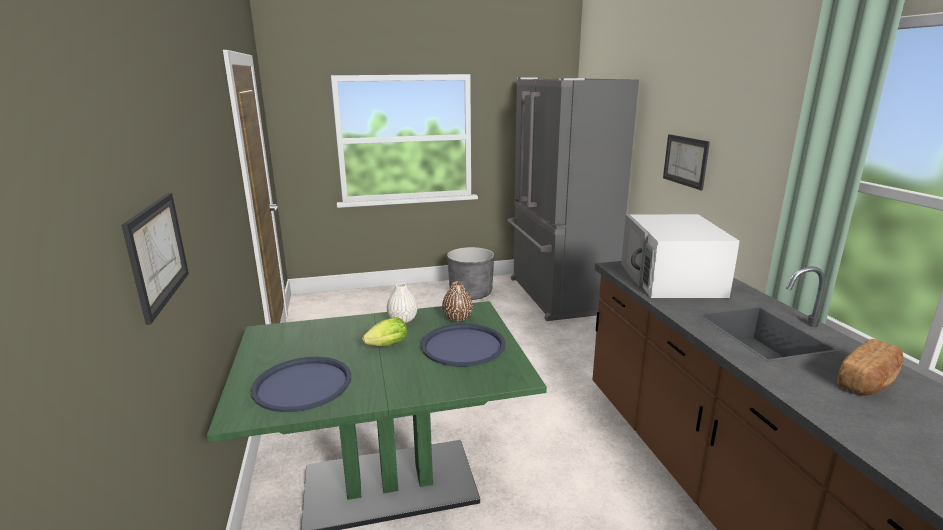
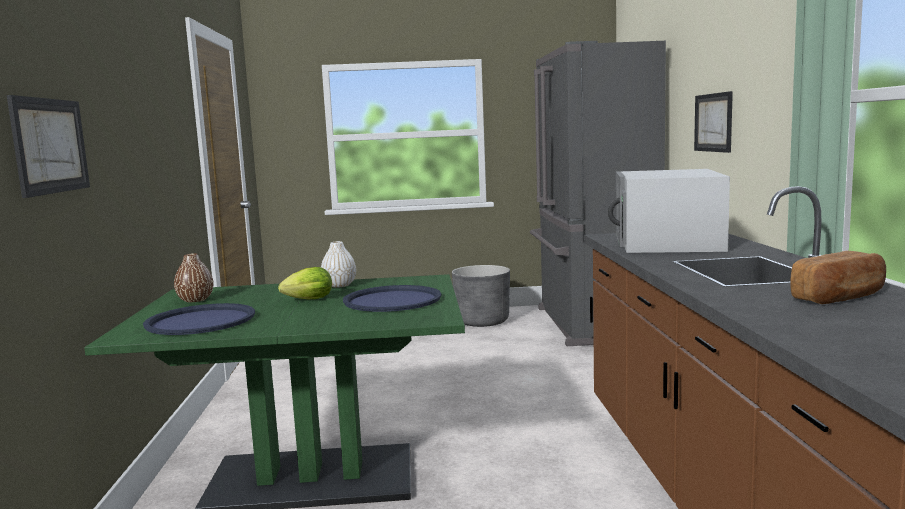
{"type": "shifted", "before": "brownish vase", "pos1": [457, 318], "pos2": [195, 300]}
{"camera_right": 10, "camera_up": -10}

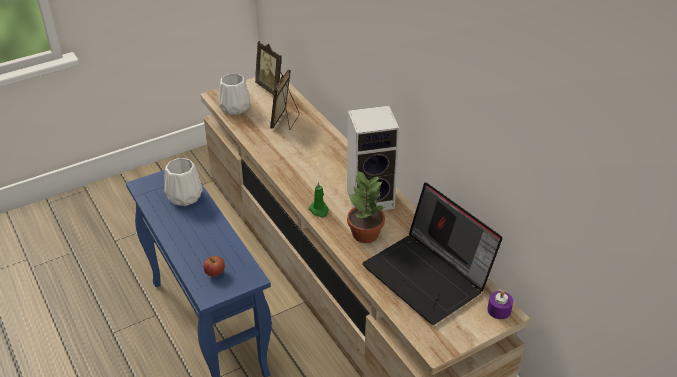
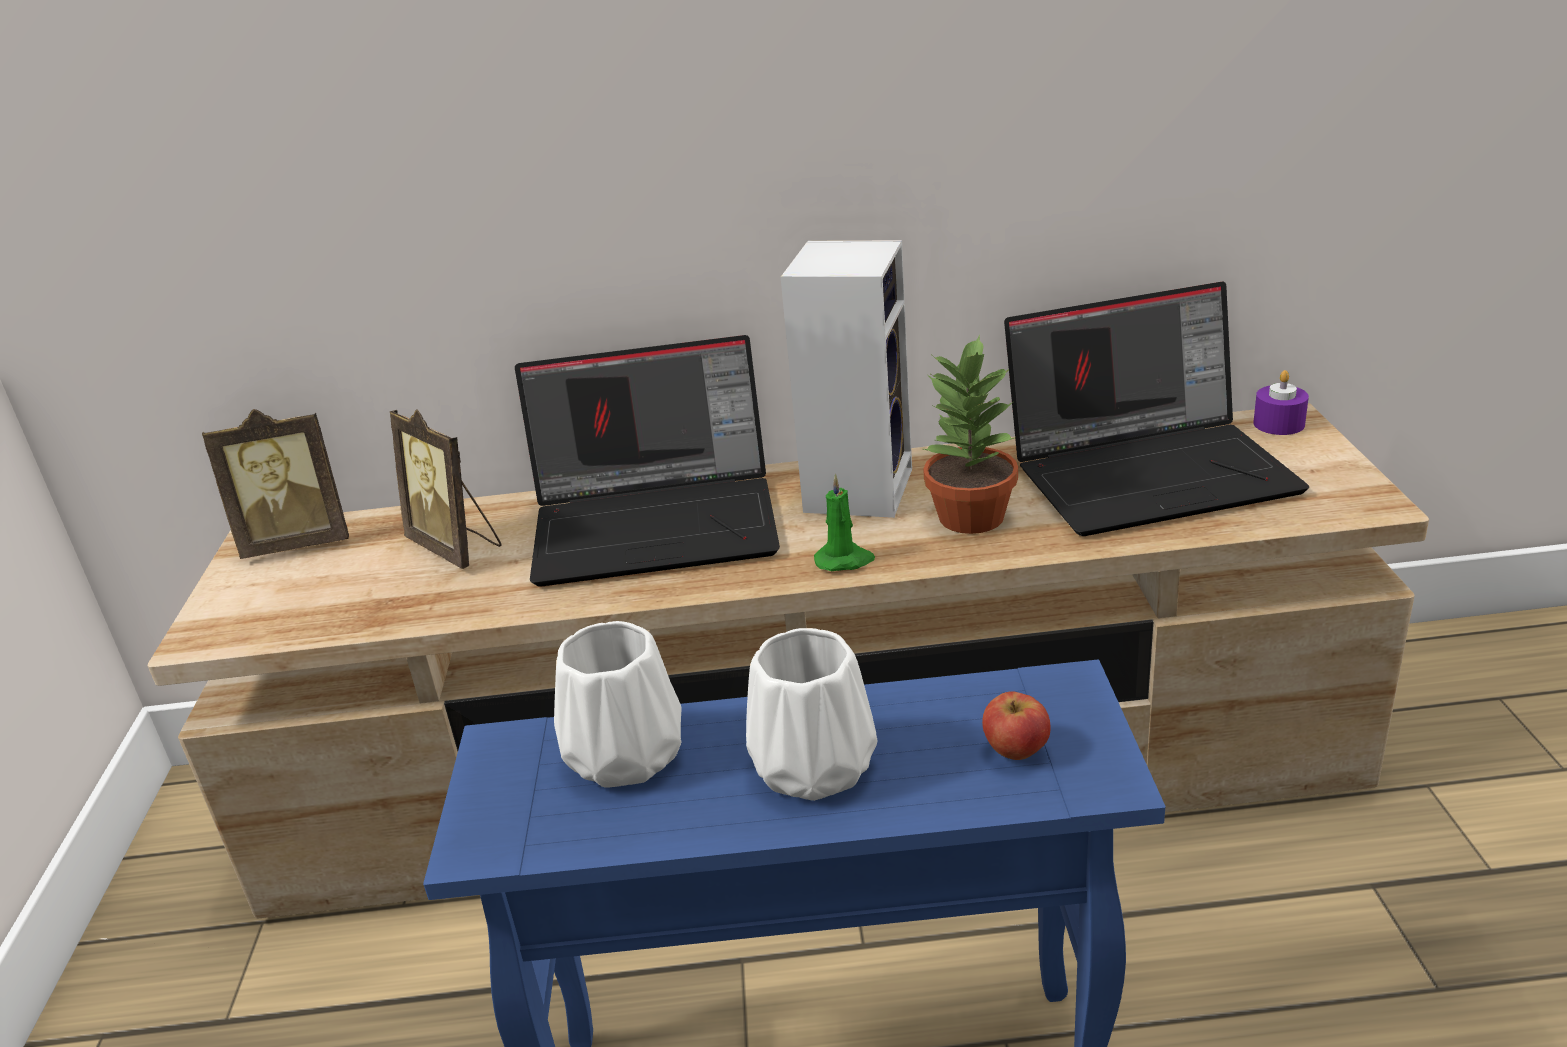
{"type": "new", "after": "laptop", "pos2": [659, 523]}
{"type": "shifted", "before": "whitish vase", "pos1": [235, 107], "pos2": [810, 766]}
{"camera_right": -60, "camera_up": -10}

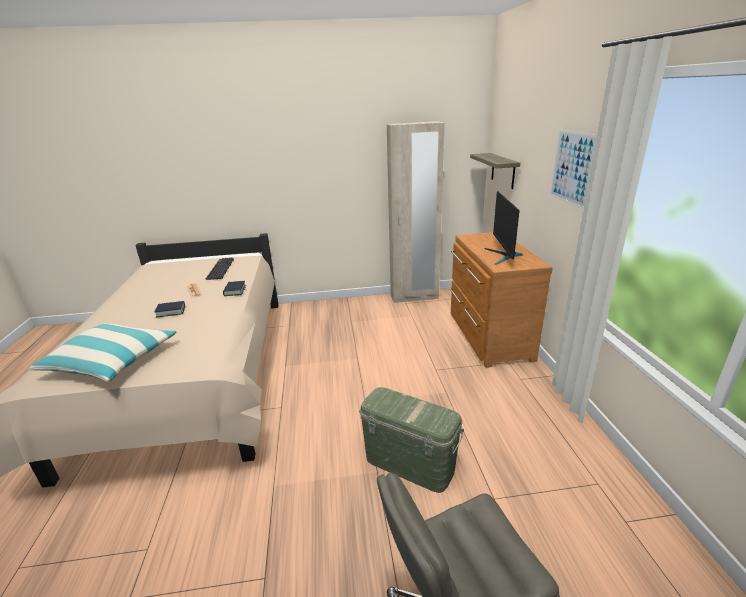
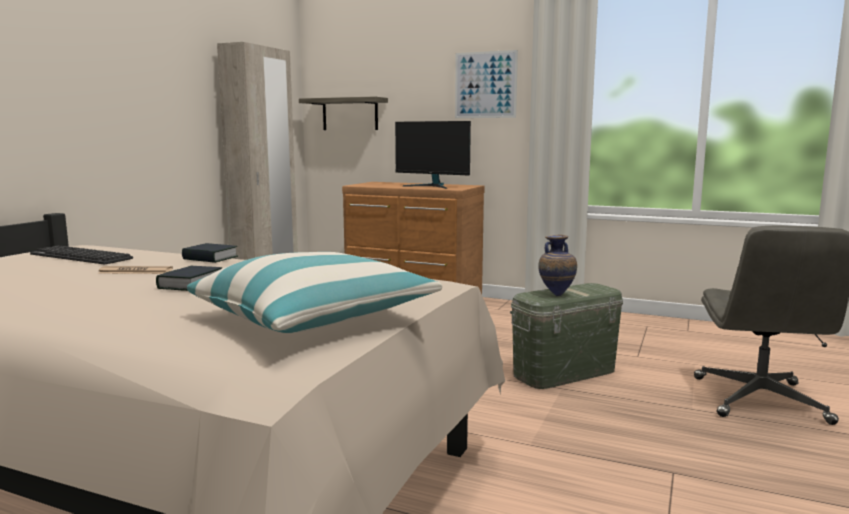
{"type": "new", "after": "vase", "pos2": [556, 295]}
{"camera_right": -60, "camera_up": -15}

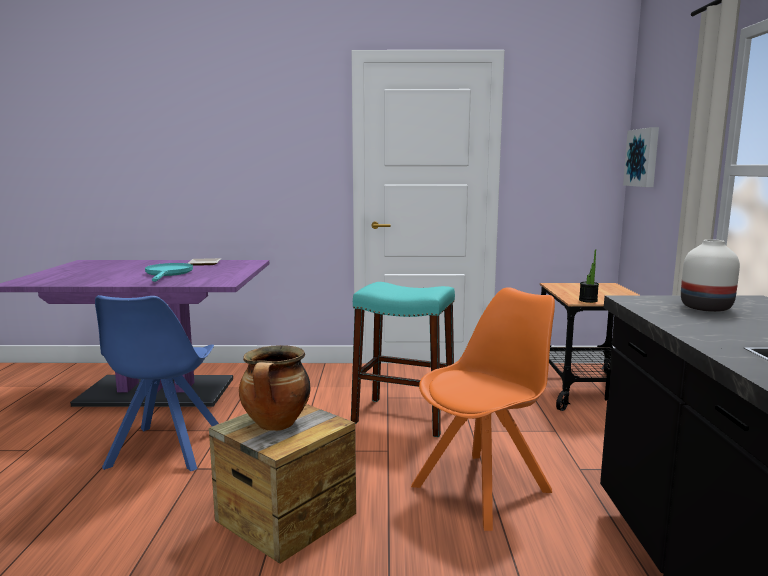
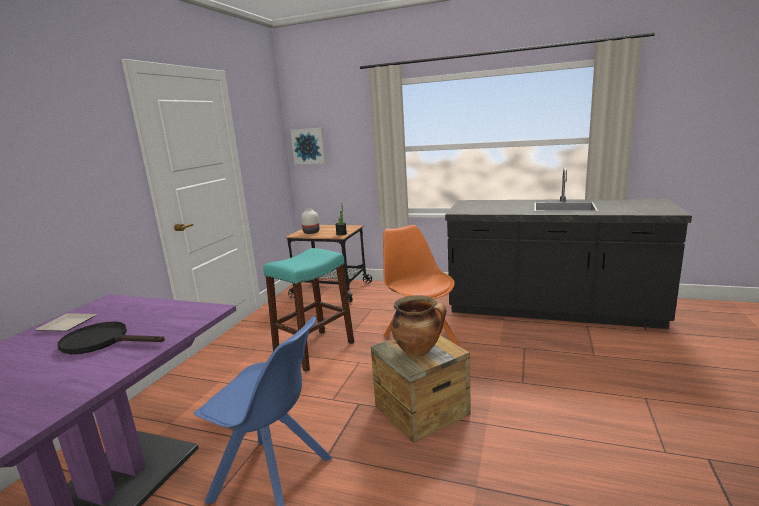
{"type": "repainted", "before": "blue-green skillet", "after": "blackish skillet", "pos1": [168, 274], "pos2": [103, 341]}
{"type": "shifted", "before": "whitish vase", "pos1": [707, 308], "pos2": [311, 232]}
{"camera_right": -70, "camera_up": 5}

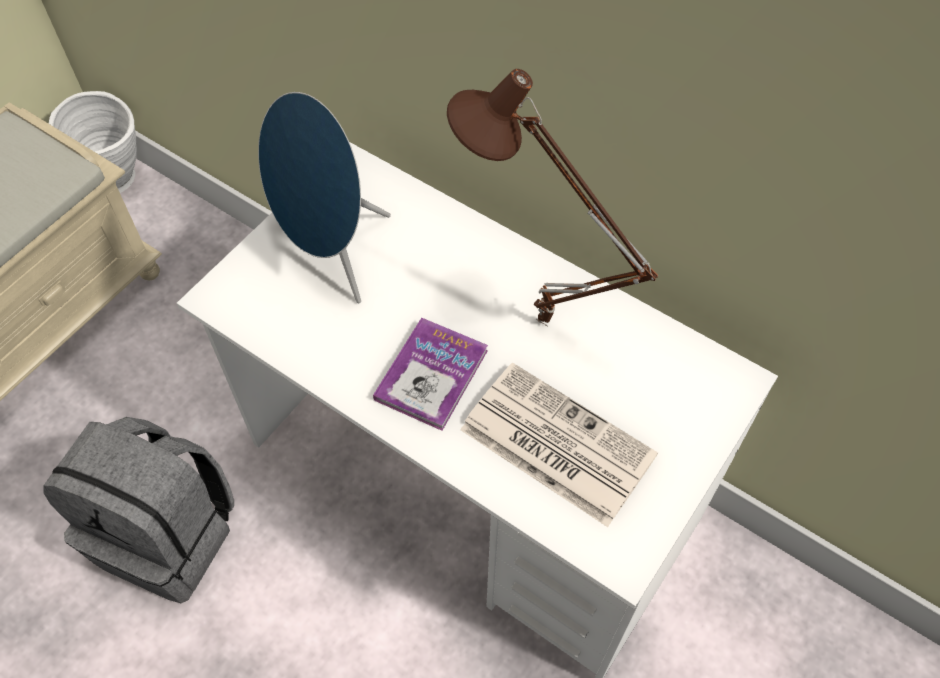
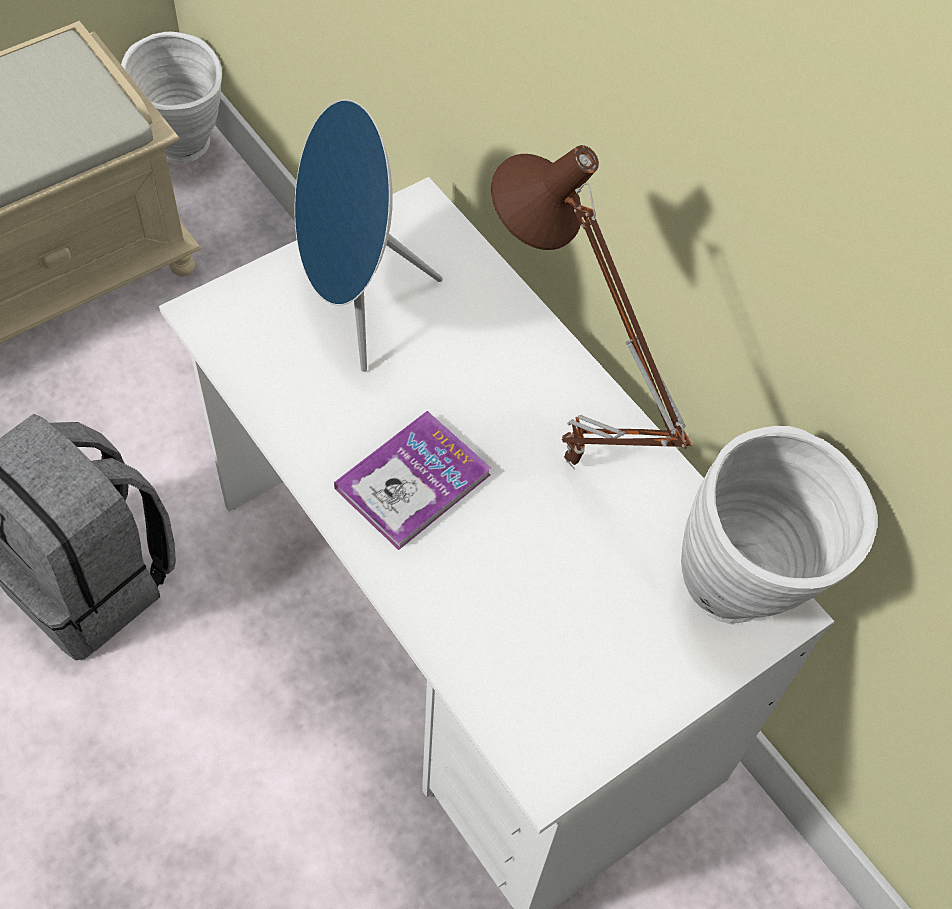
{"type": "new", "after": "whitish vase", "pos2": [746, 594]}
{"type": "gone", "before": "printed paper", "pos1": [554, 442]}
{"camera_right": 15, "camera_up": 0}

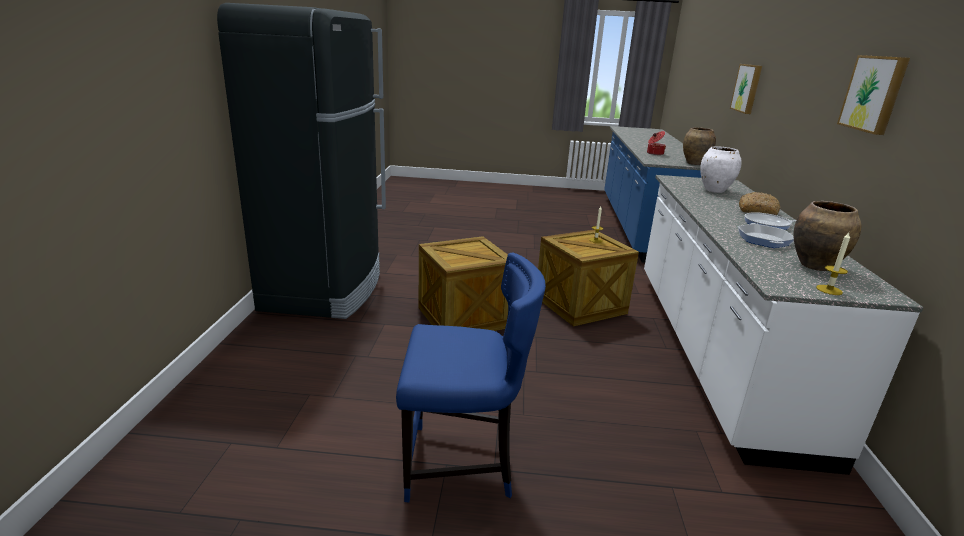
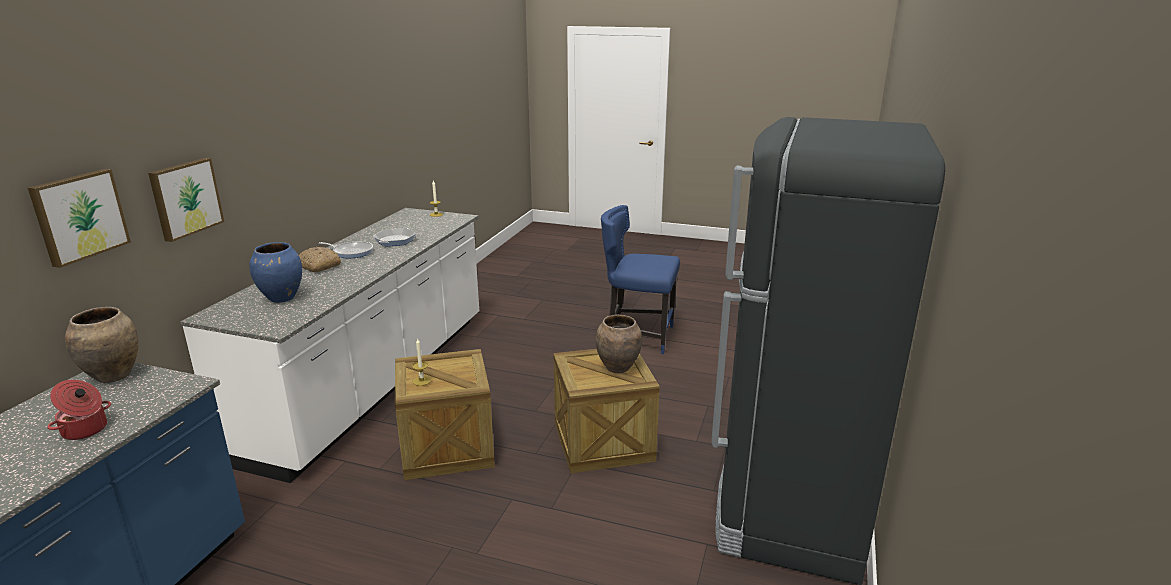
{"type": "shifted", "before": "wall picture", "pos1": [874, 94], "pos2": [185, 198]}
{"type": "repainted", "before": "whitish vase", "after": "blue vase", "pos1": [714, 190], "pos2": [282, 298]}
{"type": "shifted", "before": "brownish vase", "pos1": [815, 266], "pos2": [618, 368]}
{"camera_right": -165, "camera_up": 0}

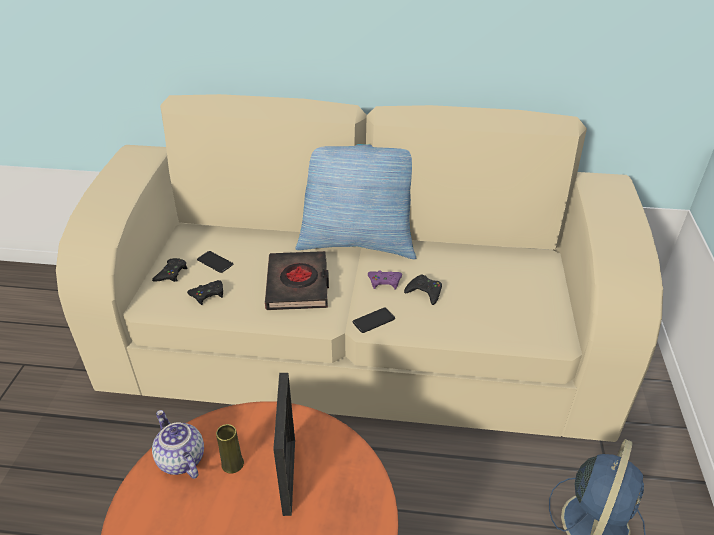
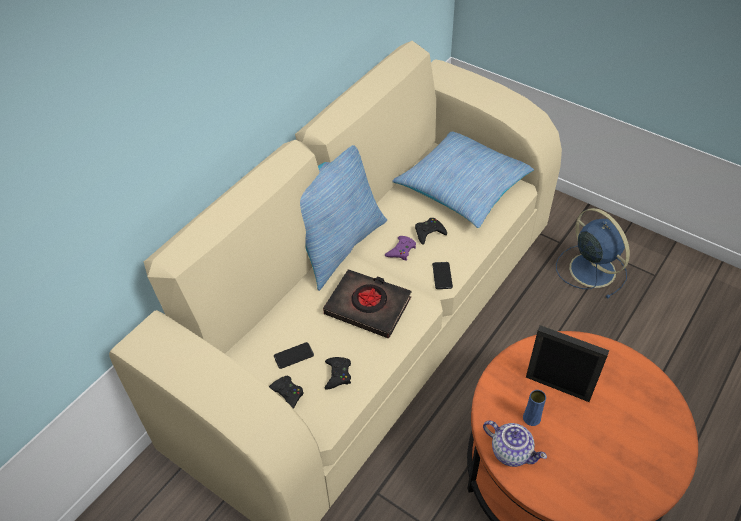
{"type": "new", "after": "pillow", "pos2": [463, 185]}
{"type": "rotated", "before": "pot for tea", "pos1": [180, 460], "pos2": [512, 451], "turn": -135}
{"type": "repainted", "before": "yellow-coloured vase", "after": "blue vase", "pos1": [232, 464], "pos2": [531, 418]}
{"camera_right": -60, "camera_up": 10}

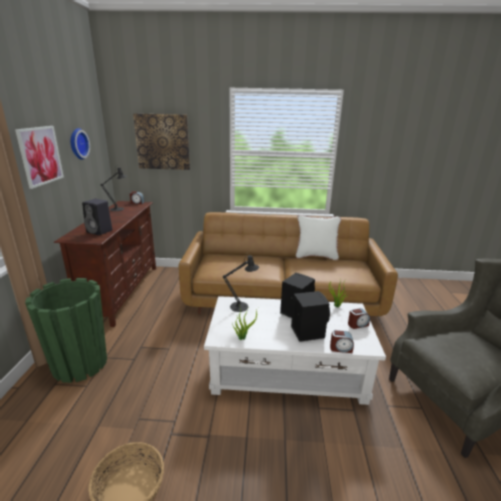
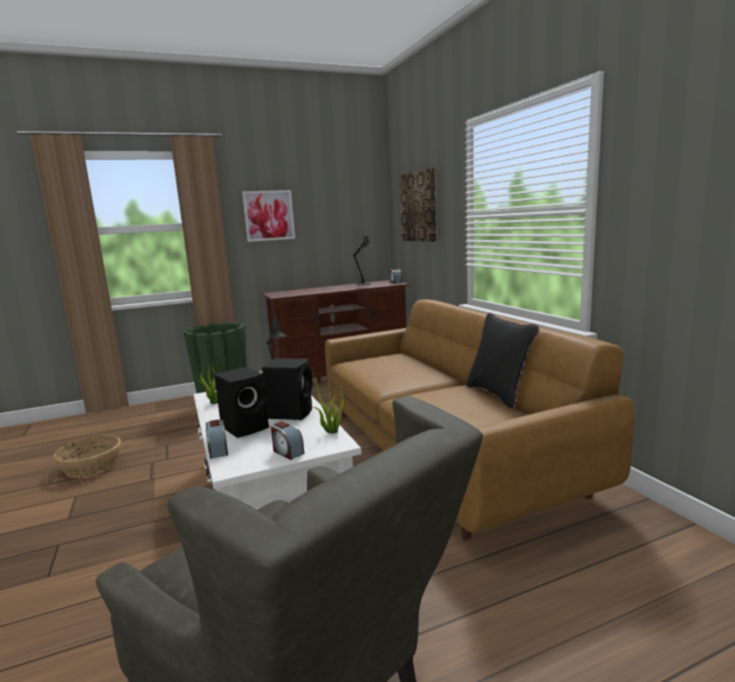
{"type": "repainted", "before": "whitish pillow", "after": "blackish pillow", "pos1": [316, 256], "pos2": [499, 395]}
{"type": "gone", "before": "hanging clock", "pos1": [77, 144]}
{"type": "gone", "before": "blackish speaker", "pos1": [100, 231]}
{"camera_right": 65, "camera_up": -10}

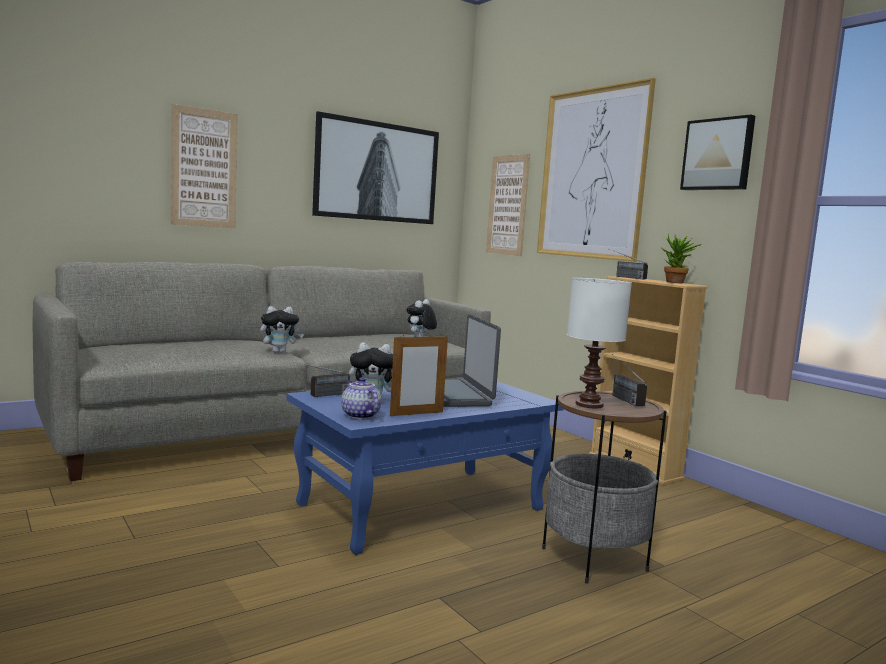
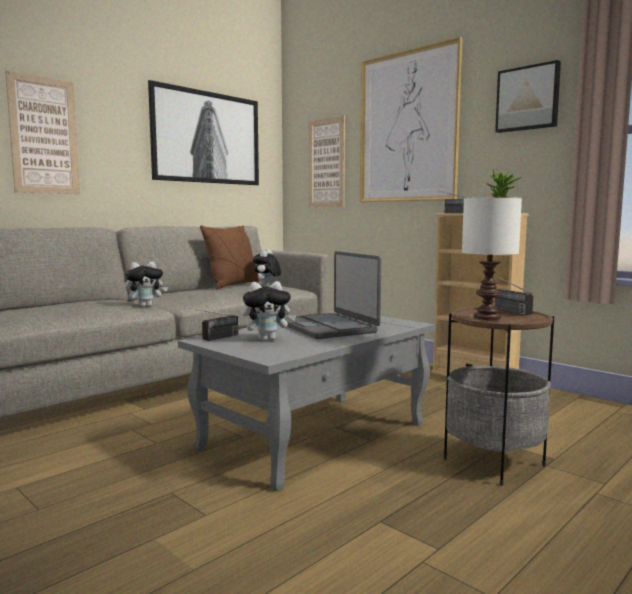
{"type": "repainted", "before": "blue lounge table", "after": "greyish lounge table", "pos1": [423, 506], "pos2": [316, 435]}
{"type": "new", "after": "brownish pillow", "pos2": [233, 285]}
{"type": "gone", "before": "pot for tea", "pos1": [359, 415]}
{"type": "gone", "before": "standing frame", "pos1": [416, 414]}
{"camera_right": -10, "camera_up": 0}

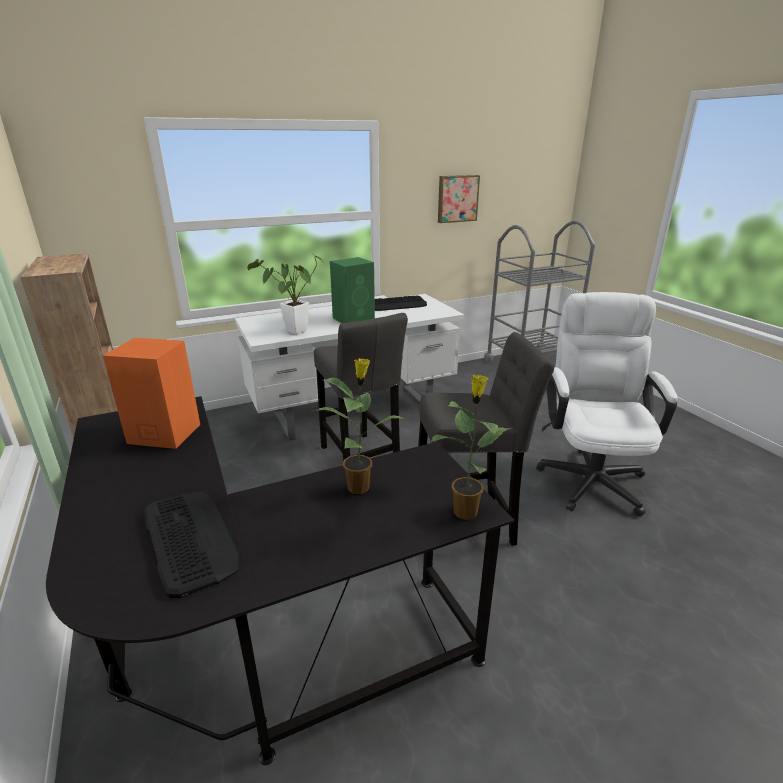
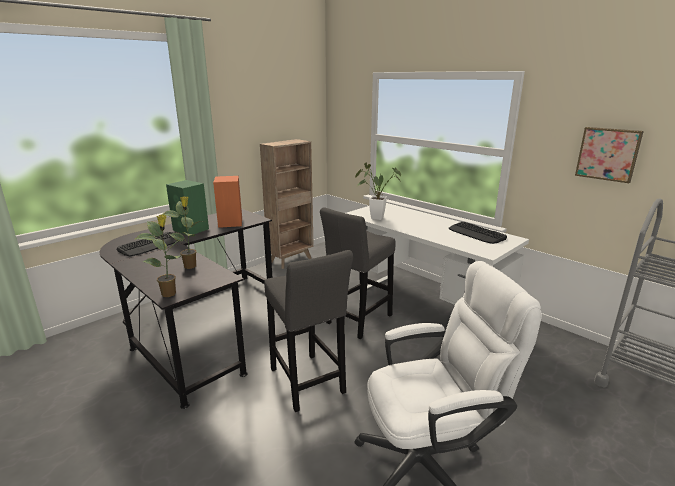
{"type": "shifted", "before": "green speaker", "pos1": [354, 318], "pos2": [191, 230]}
{"camera_right": 70, "camera_up": -5}

